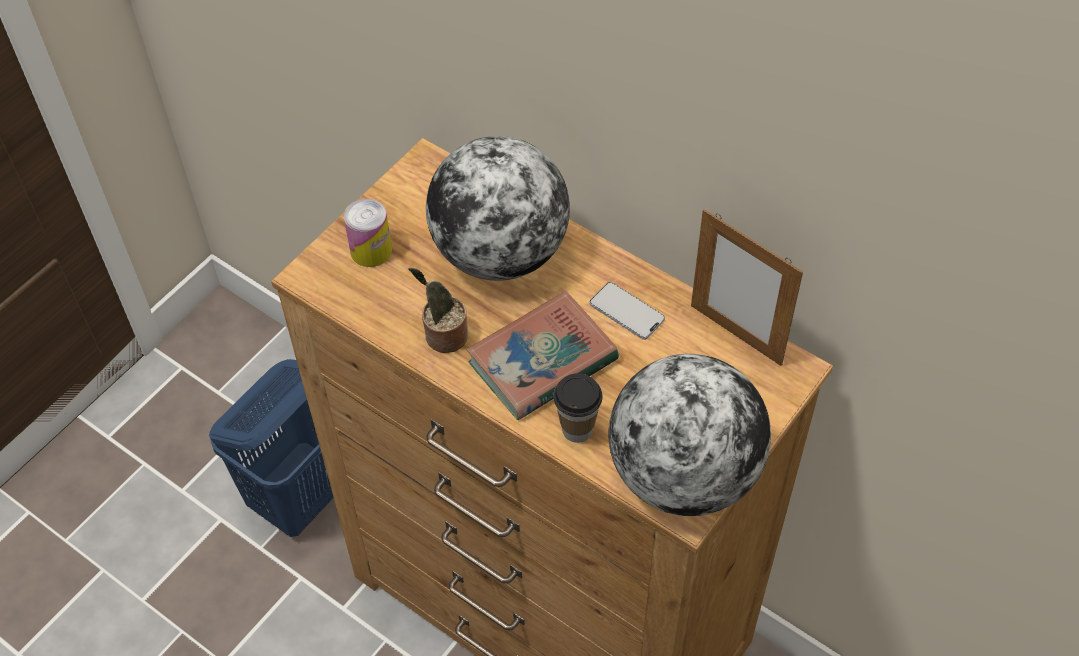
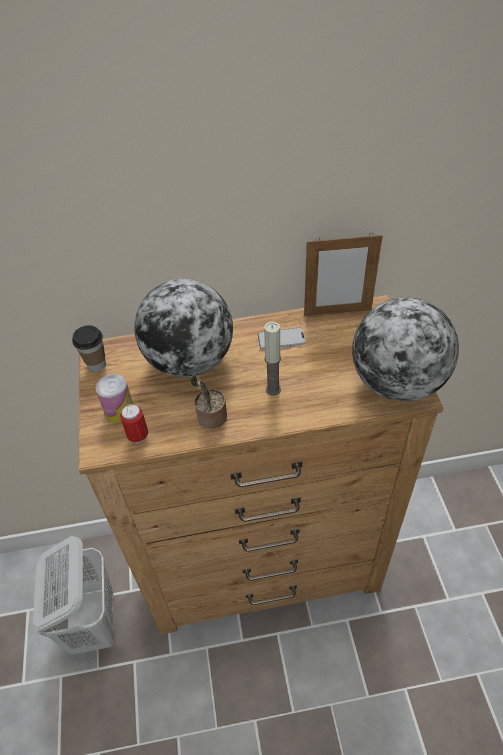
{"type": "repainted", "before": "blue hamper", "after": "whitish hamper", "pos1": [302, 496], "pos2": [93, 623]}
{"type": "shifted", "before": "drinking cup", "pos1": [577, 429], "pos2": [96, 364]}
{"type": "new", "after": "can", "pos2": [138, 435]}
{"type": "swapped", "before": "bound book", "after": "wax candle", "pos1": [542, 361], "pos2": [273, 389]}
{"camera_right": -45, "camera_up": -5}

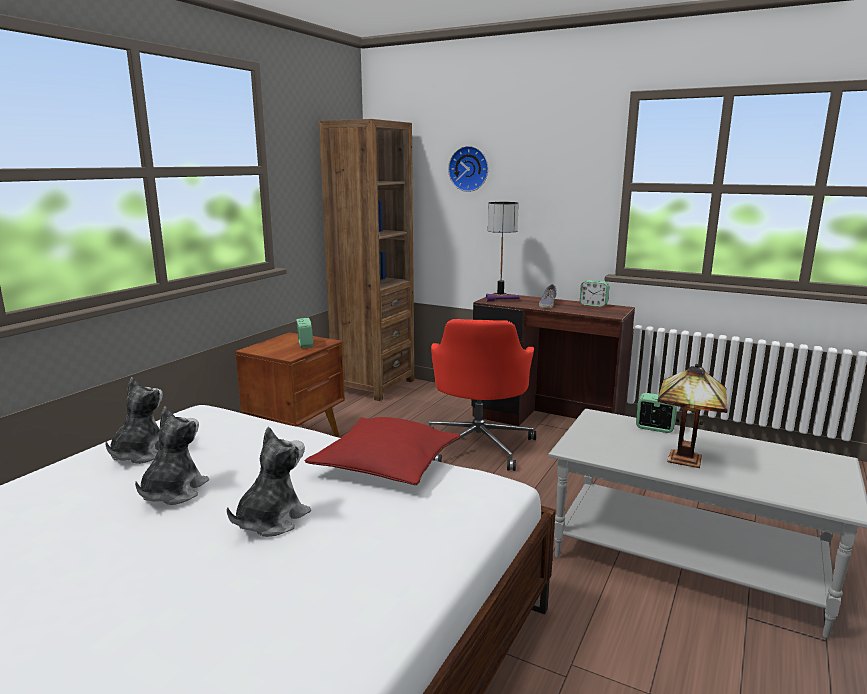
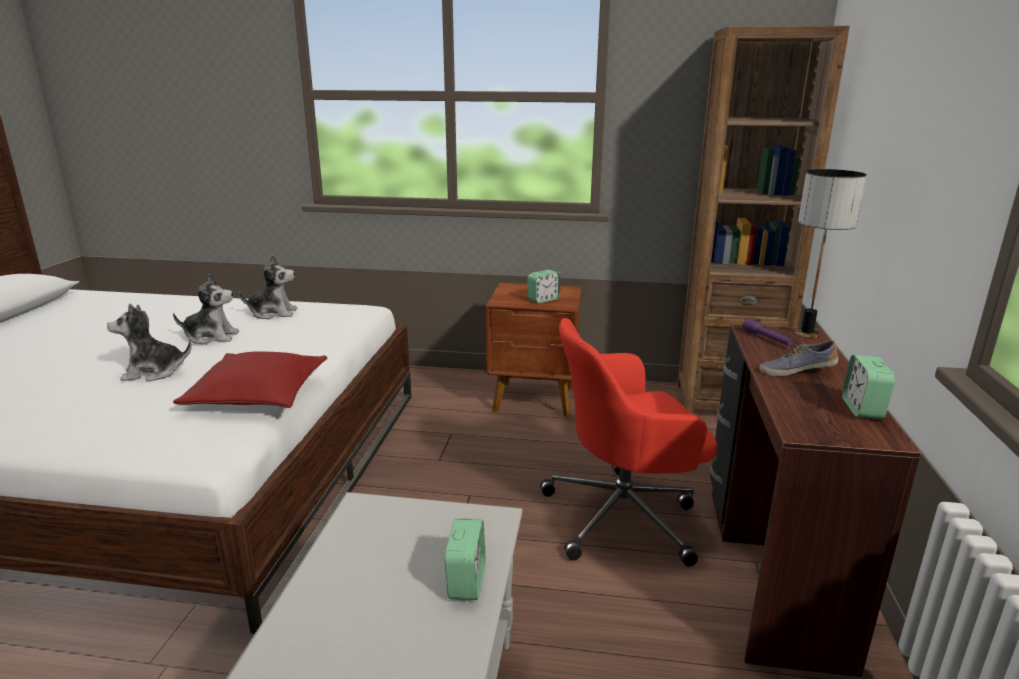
{"type": "rotated", "before": "soft toy", "pos1": [271, 520], "pos2": [153, 372], "turn": 150}
{"type": "gone", "before": "hanging clock", "pos1": [469, 169]}
{"type": "gone", "before": "lamp for a table", "pos1": [682, 458]}
{"camera_right": 70, "camera_up": 5}

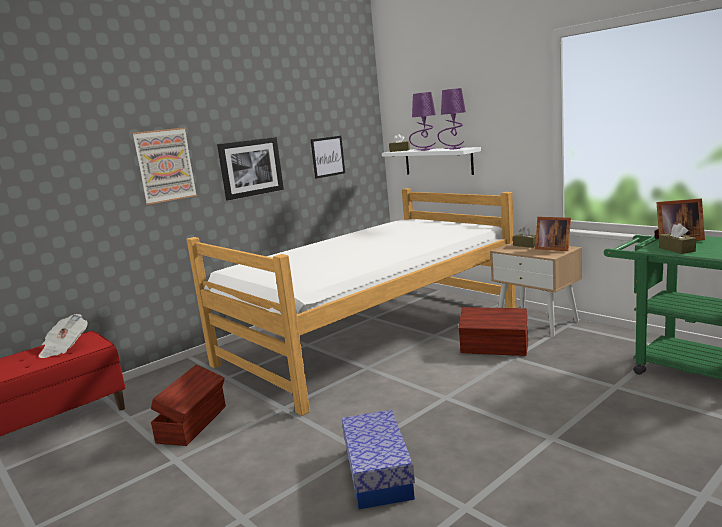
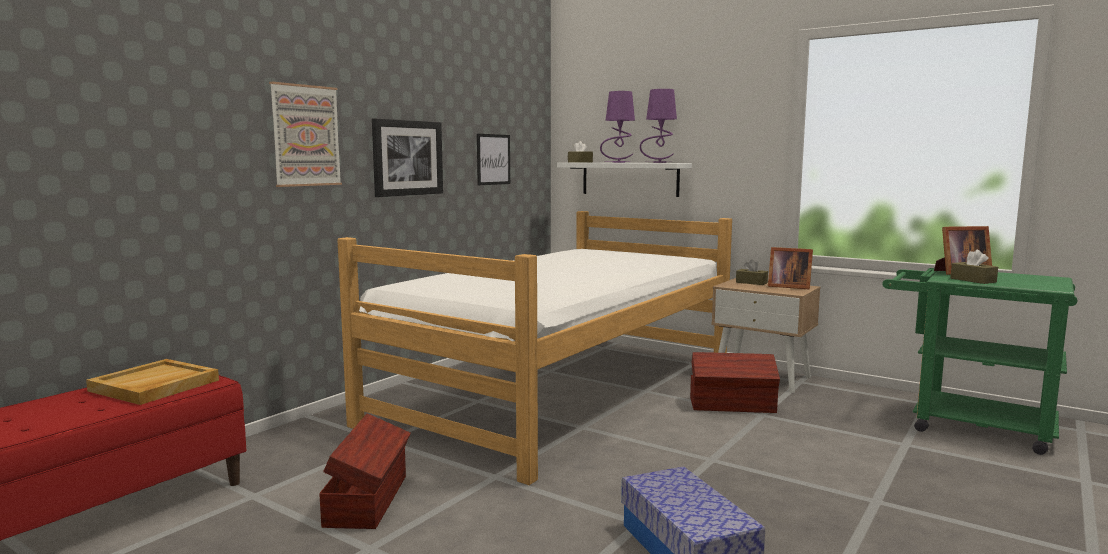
{"type": "swapped", "before": "printed paper", "after": "beige serving tray", "pos1": [64, 348], "pos2": [154, 386]}
{"camera_right": -15, "camera_up": -5}

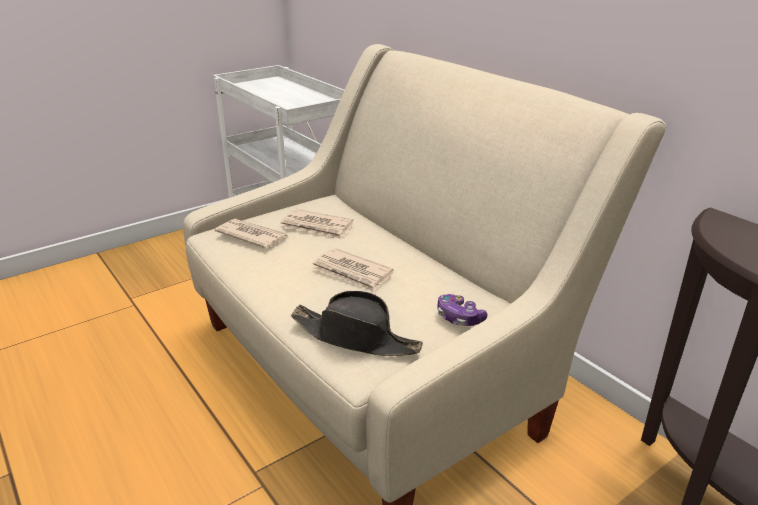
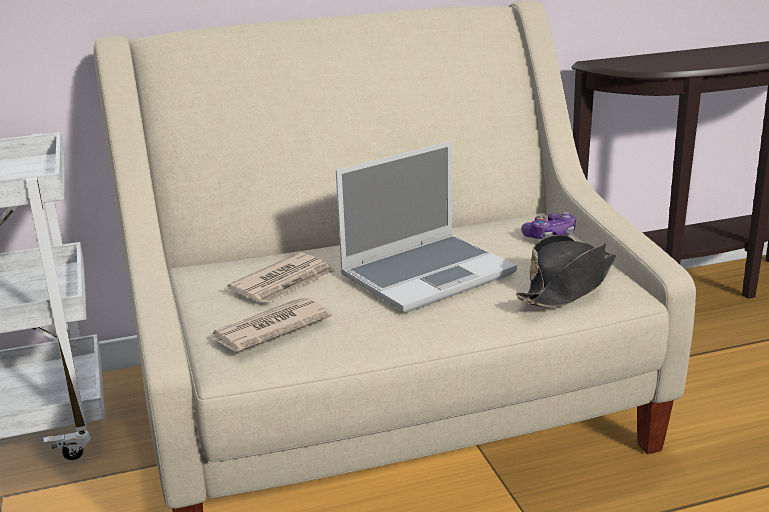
{"type": "swapped", "before": "printed paper", "after": "laptop", "pos1": [352, 273], "pos2": [428, 274]}
{"camera_right": -70, "camera_up": -5}

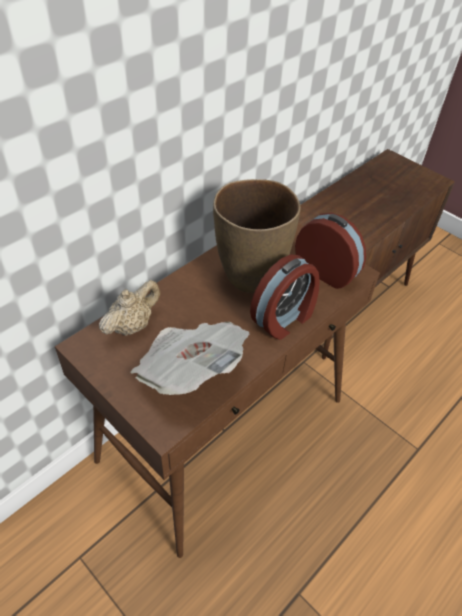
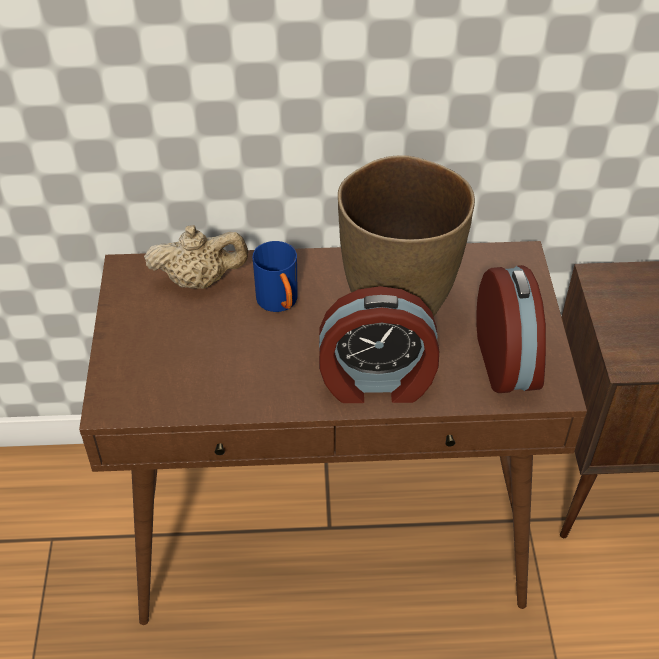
{"type": "new", "after": "blue coffee mug", "pos2": [280, 304]}
{"type": "gone", "before": "printed paper", "pos1": [188, 370]}
{"camera_right": 45, "camera_up": 0}

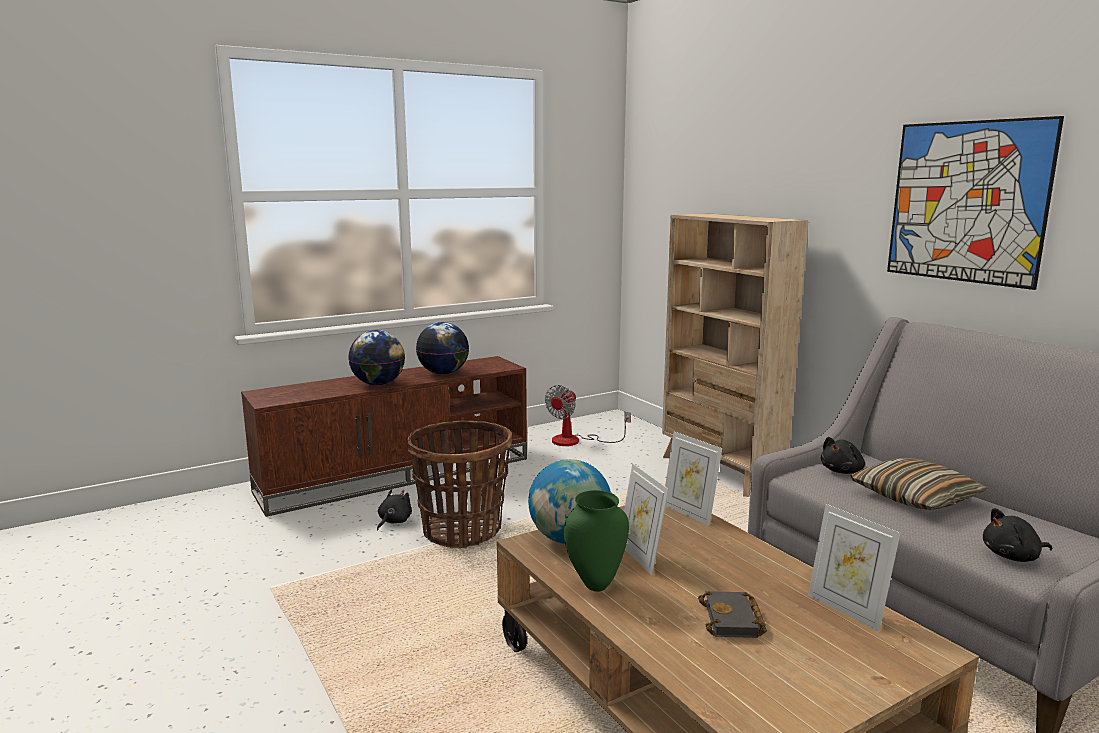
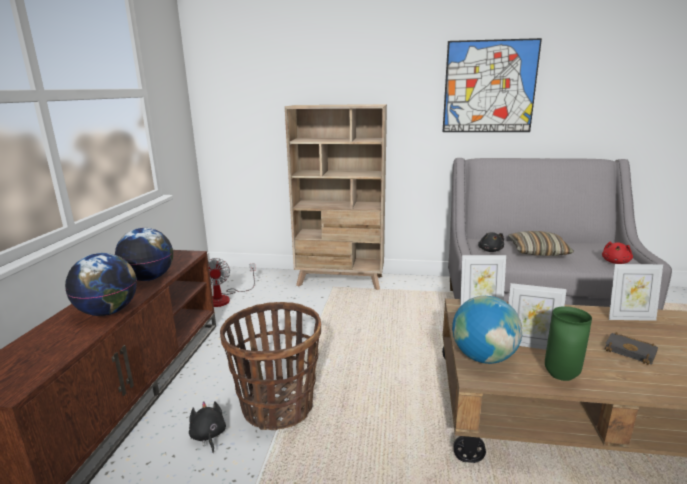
{"type": "repainted", "before": "blackish soft toy", "after": "reddish soft toy", "pos1": [1013, 556], "pos2": [615, 262]}
{"camera_right": -50, "camera_up": 5}

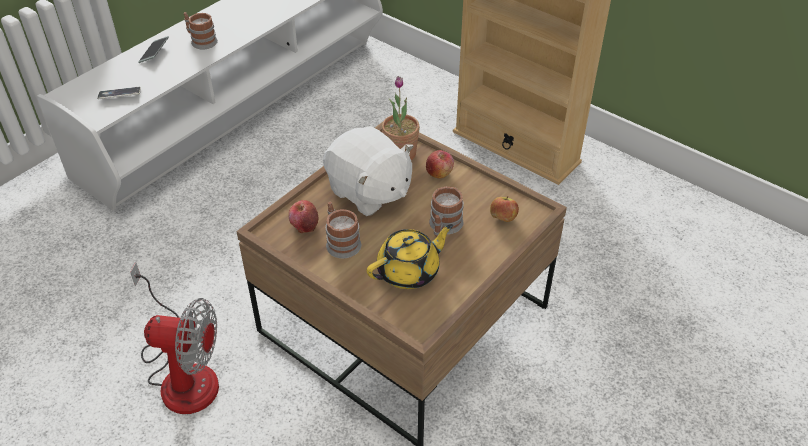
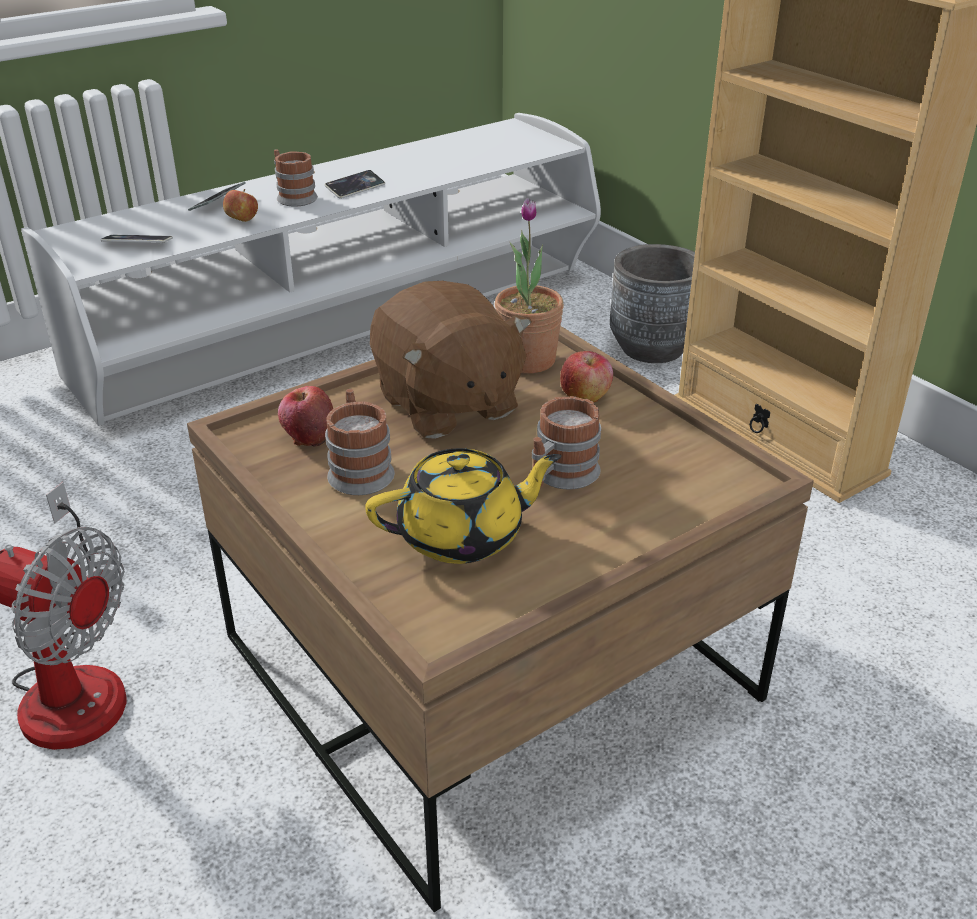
{"type": "shifted", "before": "whole apple", "pos1": [503, 218], "pos2": [242, 221]}
{"type": "new", "after": "telephone", "pos2": [355, 188]}
{"type": "repainted", "before": "whitish soft toy", "after": "brownish soft toy", "pos1": [369, 192], "pos2": [446, 404]}
{"type": "new", "after": "greyish flower pot", "pos2": [652, 348]}
{"camera_right": 15, "camera_up": -10}

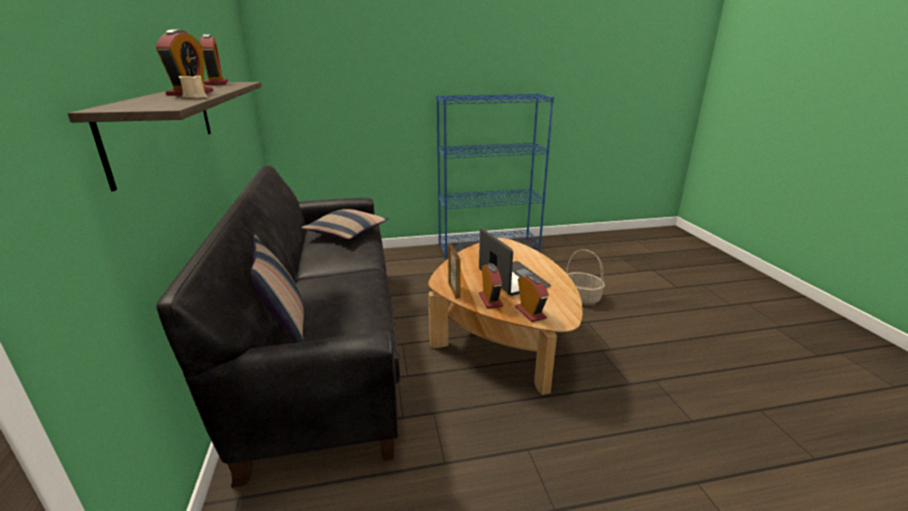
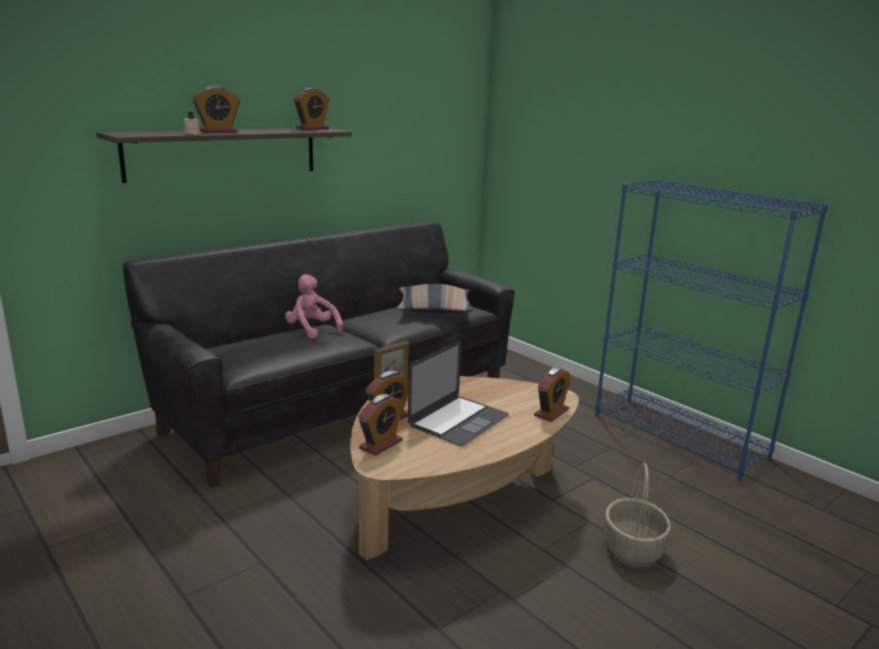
{"type": "new", "after": "pinkish soft toy", "pos2": [312, 330]}
{"type": "new", "after": "table clock", "pos2": [551, 412]}
{"type": "gone", "before": "pillow", "pos1": [285, 326]}
{"camera_right": 60, "camera_up": -5}

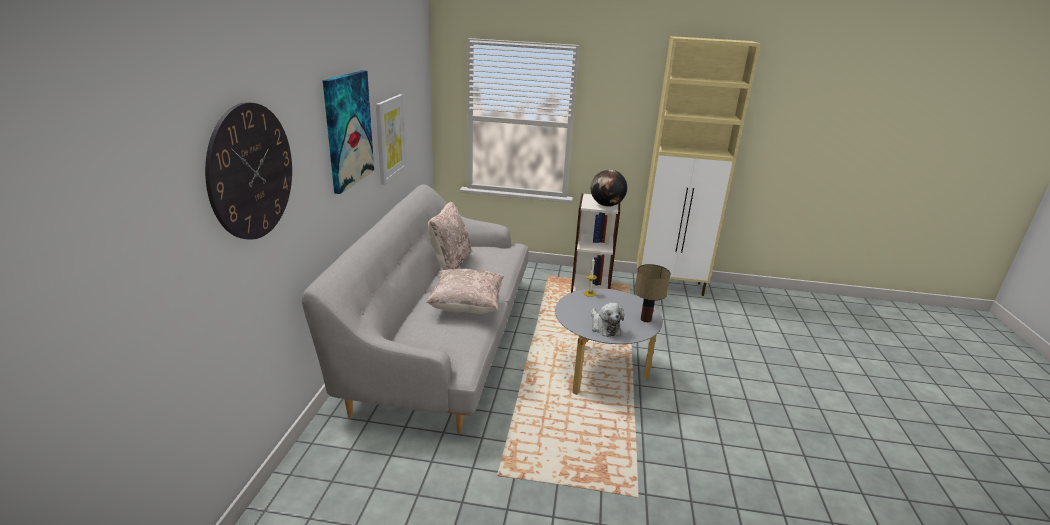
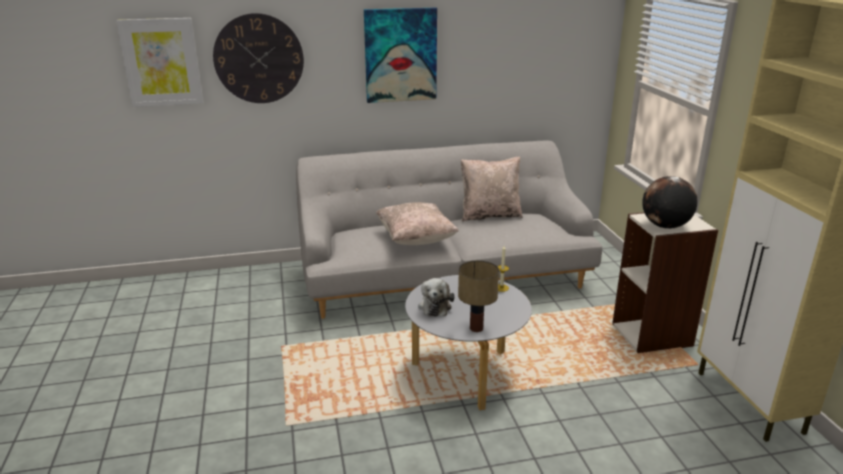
{"type": "shifted", "before": "wall picture", "pos1": [390, 138], "pos2": [161, 62]}
{"type": "rotated", "before": "soft toy", "pos1": [604, 327], "pos2": [435, 306], "turn": -45}
{"camera_right": 70, "camera_up": 0}

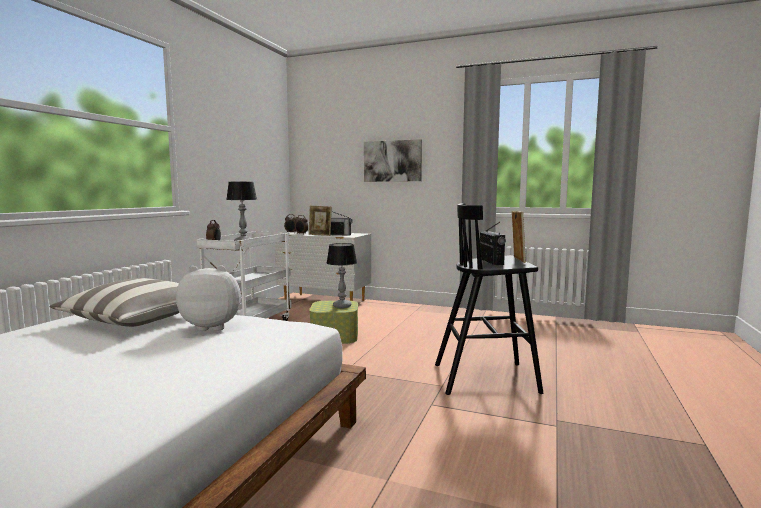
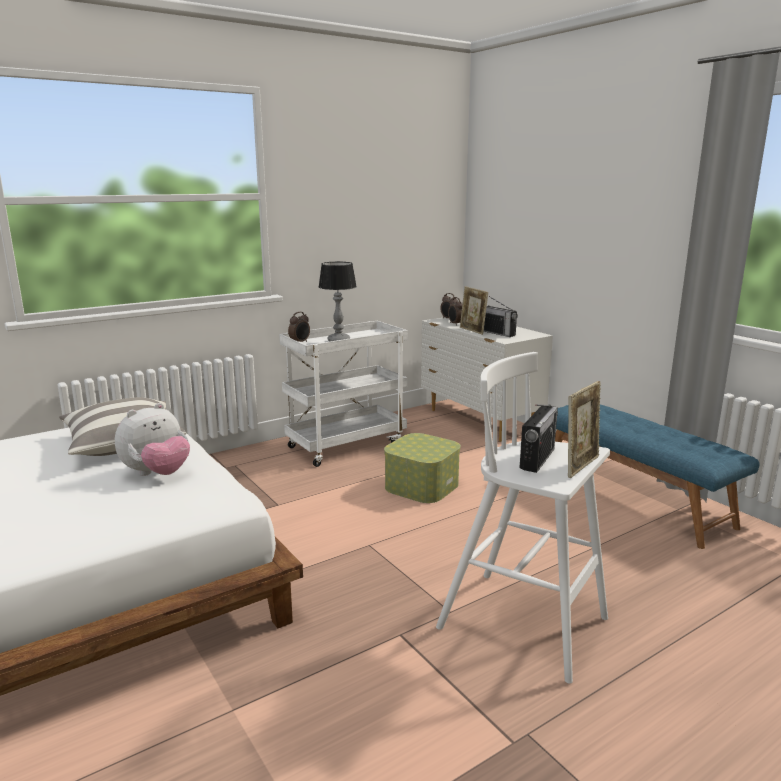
{"type": "rotated", "before": "soft toy", "pos1": [213, 326], "pos2": [157, 474], "turn": 105}
{"type": "repainted", "before": "blackish sitting stool", "after": "whitish sitting stool", "pos1": [487, 378], "pos2": [526, 624]}
{"type": "new", "after": "blue long seat", "pos2": [634, 498]}
{"type": "gone", "before": "lamp for a table", "pos1": [342, 306]}
{"type": "gone", "before": "wall picture", "pos1": [392, 161]}
{"camera_right": 35, "camera_up": 10}

